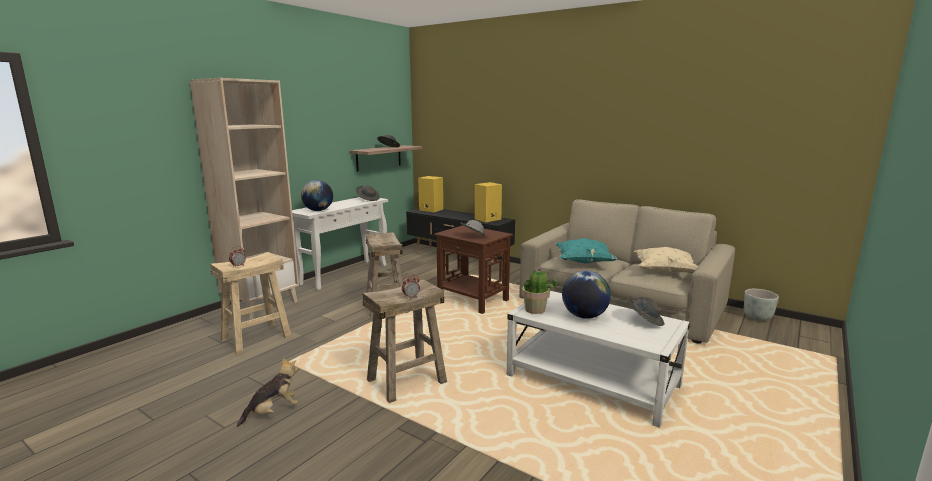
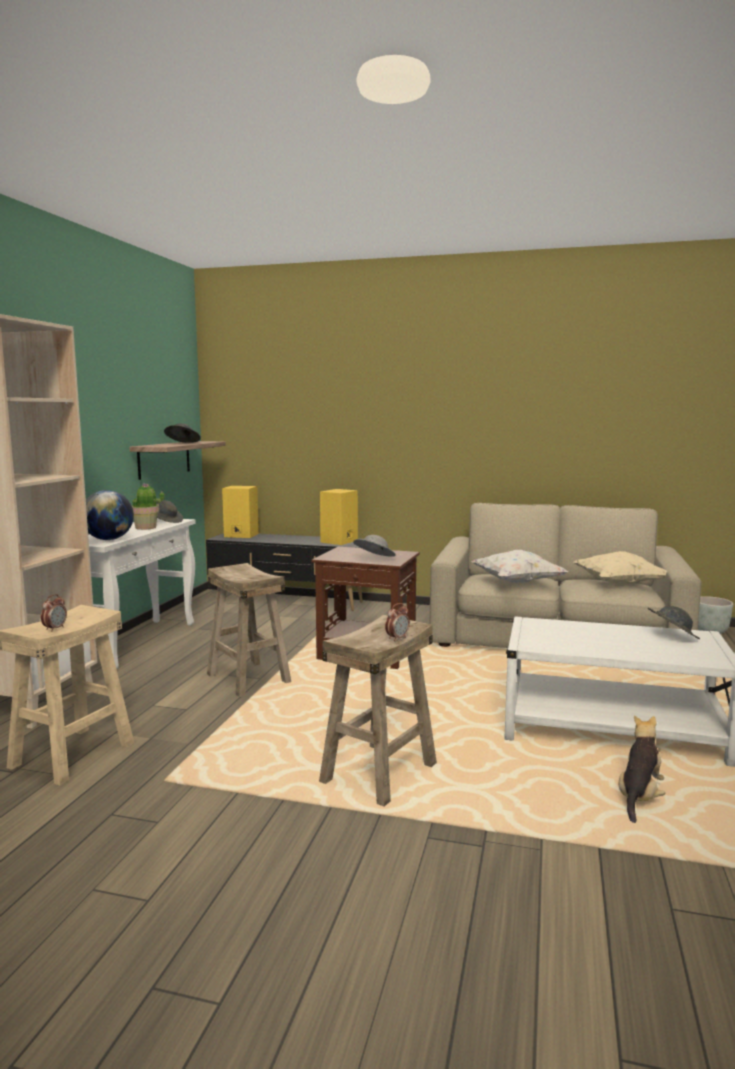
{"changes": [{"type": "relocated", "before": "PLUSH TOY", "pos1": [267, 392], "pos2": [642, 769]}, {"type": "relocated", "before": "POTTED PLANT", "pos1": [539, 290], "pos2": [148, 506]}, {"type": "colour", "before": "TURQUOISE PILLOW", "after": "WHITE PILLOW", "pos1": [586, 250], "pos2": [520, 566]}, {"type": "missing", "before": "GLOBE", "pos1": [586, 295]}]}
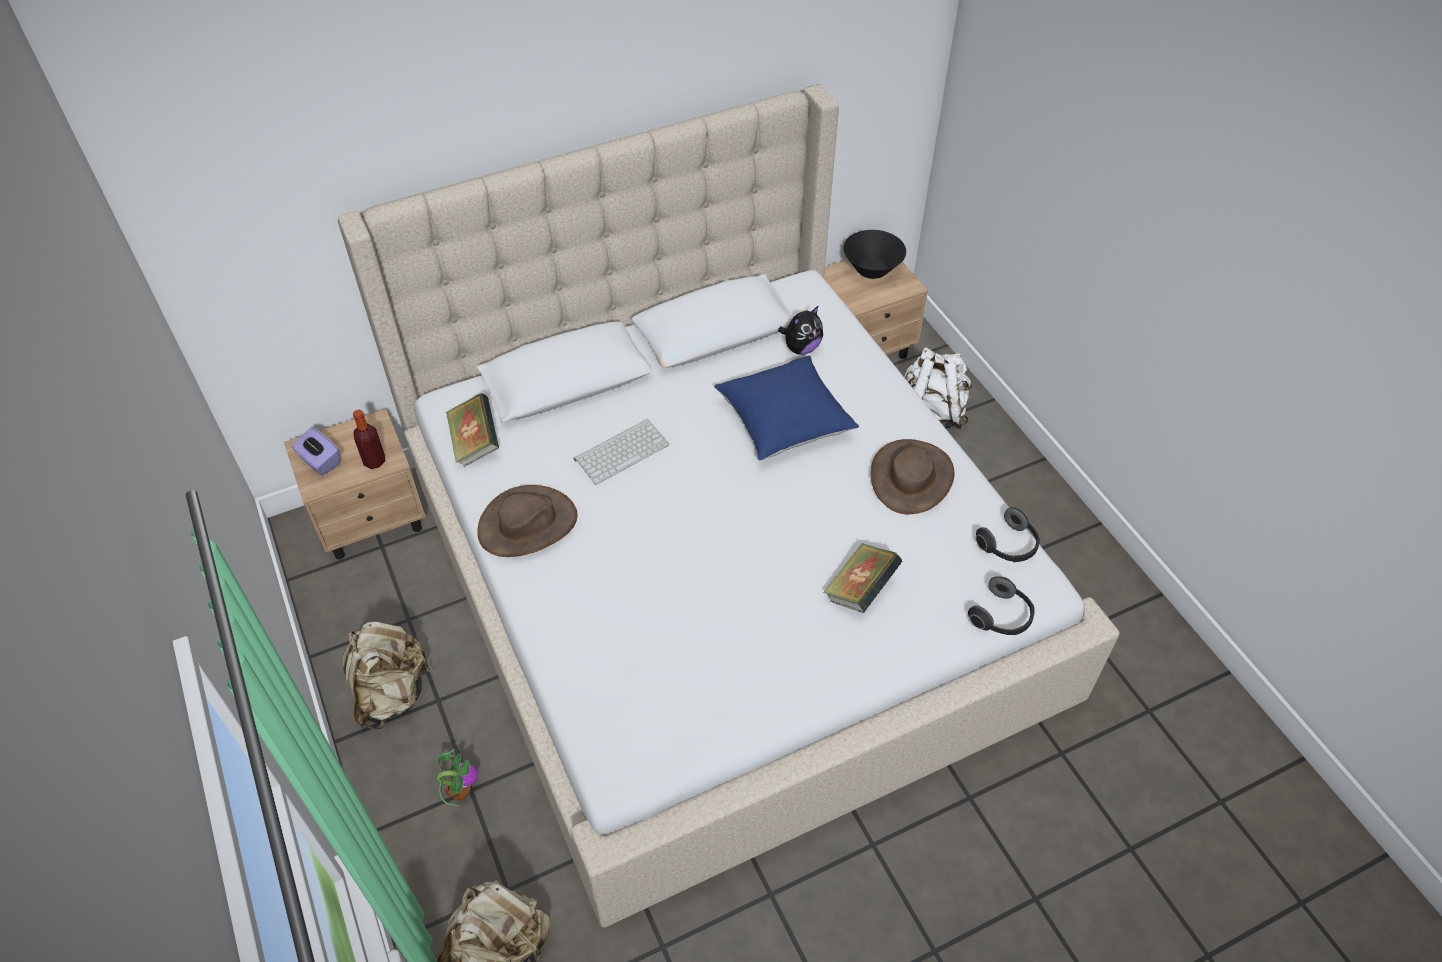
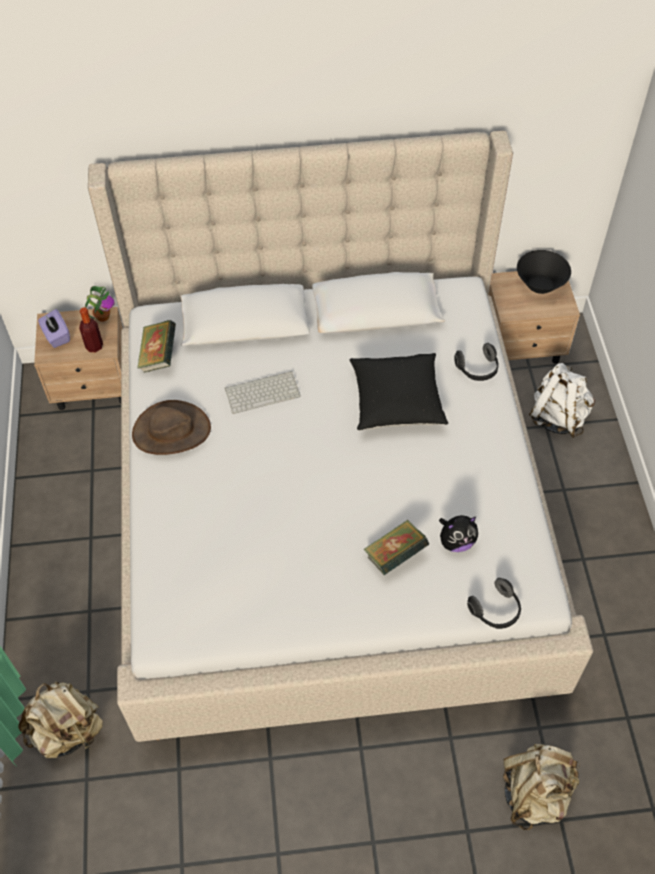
{"changes": [{"type": "relocated", "before": "BEIGE BACKPACK", "pos1": [386, 676], "pos2": [541, 787]}, {"type": "relocated", "before": "POTTED PLANT", "pos1": [457, 778], "pos2": [100, 304]}, {"type": "colour", "before": "BLUE PILLOW", "after": "BLACK PILLOW", "pos1": [786, 408], "pos2": [399, 392]}, {"type": "relocated", "before": "PLUSH TOY", "pos1": [800, 330], "pos2": [458, 533]}, {"type": "missing", "before": "BROWN HAT", "pos1": [912, 476]}, {"type": "relocated", "before": "HEADPHONES", "pos1": [1008, 534], "pos2": [476, 362]}]}
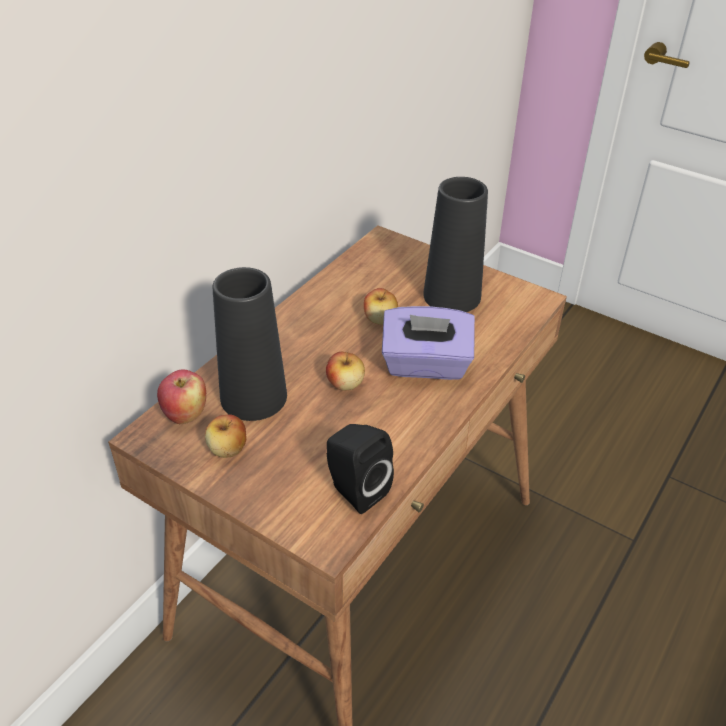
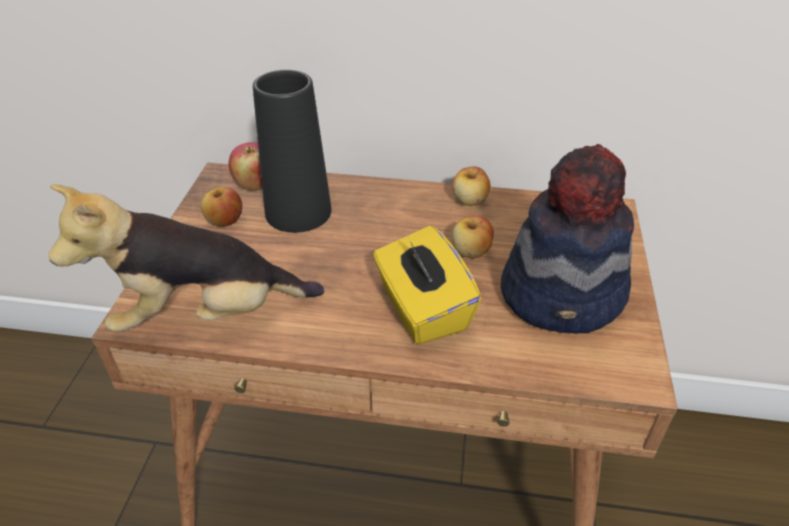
{"changes": [{"type": "relocated", "before": "APPLE", "pos1": [345, 371], "pos2": [471, 186]}, {"type": "exchanged", "before": "BLACK SPEAKER", "after": "PLUSH TOY", "pos1": [360, 469], "pos2": [186, 258]}, {"type": "colour", "before": "PURPLE TISSUE BOX", "after": "YELLOW TISSUE BOX", "pos1": [428, 343], "pos2": [427, 285]}, {"type": "exchanged", "before": "BLACK VASE", "after": "HAT", "pos1": [455, 244], "pos2": [567, 239]}]}
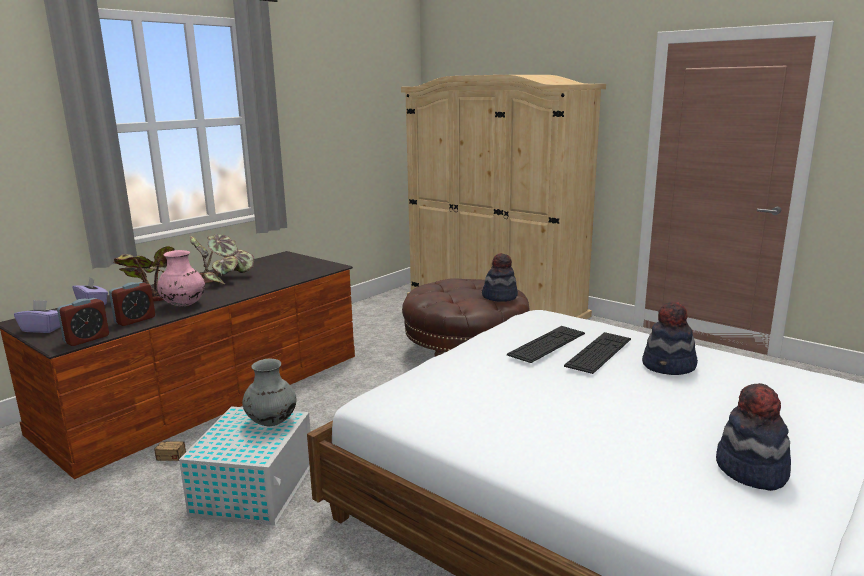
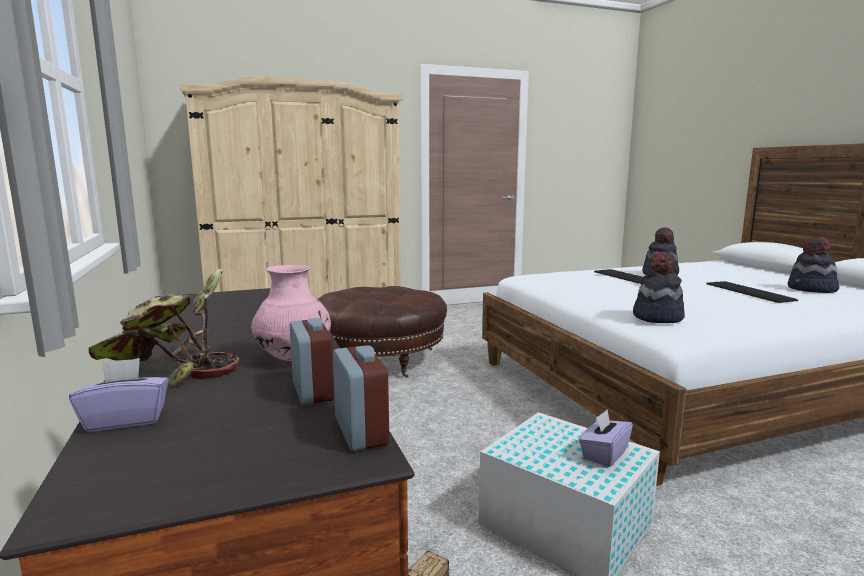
{"changes": [{"type": "relocated", "before": "PURPLE TISSUE BOX", "pos1": [37, 316], "pos2": [606, 438]}, {"type": "missing", "before": "POTTED PLANT", "pos1": [222, 259]}, {"type": "missing", "before": "GREY VASE", "pos1": [269, 392]}, {"type": "relocated", "before": "HAT", "pos1": [500, 277], "pos2": [659, 287]}, {"type": "relocated", "before": "KEYBOARD", "pos1": [546, 344], "pos2": [752, 292]}]}
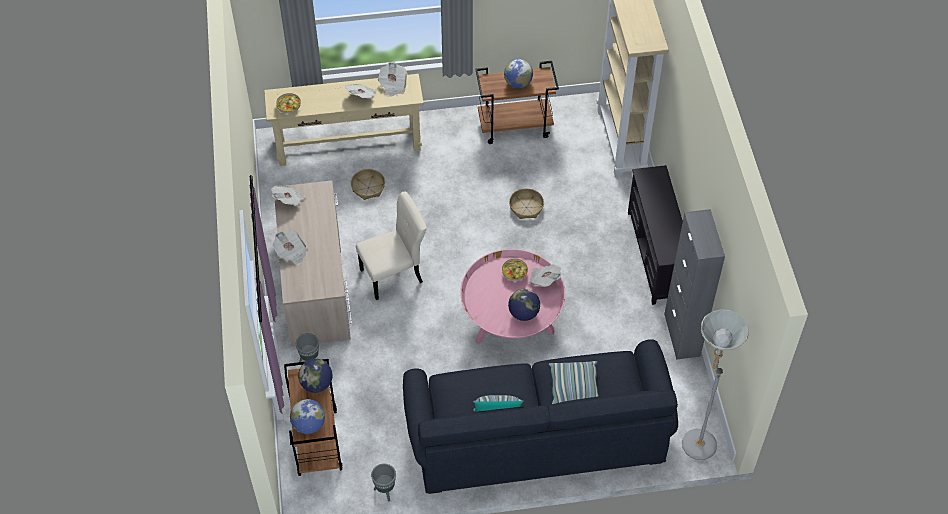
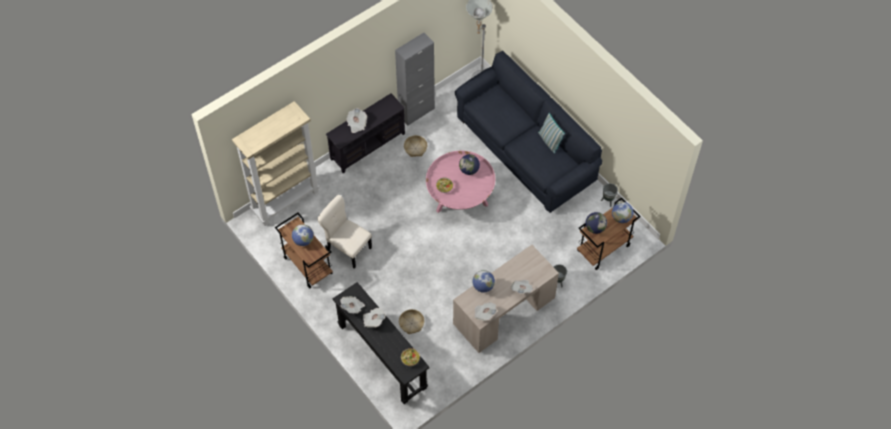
{"changes": [{"type": "colour", "before": "BEIGE CONSOLE TABLE", "after": "BLACK CONSOLE TABLE", "pos1": [344, 120], "pos2": [381, 343]}, {"type": "relocated", "before": "BEIGE CHAIR", "pos1": [391, 245], "pos2": [344, 232]}, {"type": "relocated", "before": "BASKET", "pos1": [526, 203], "pos2": [415, 146]}, {"type": "relocated", "before": "NEWSPAPER", "pos1": [545, 276], "pos2": [356, 120]}, {"type": "missing", "before": "PILLOW", "pos1": [574, 382]}, {"type": "appeared", "after": "GLOBE", "pos2": [484, 281]}]}
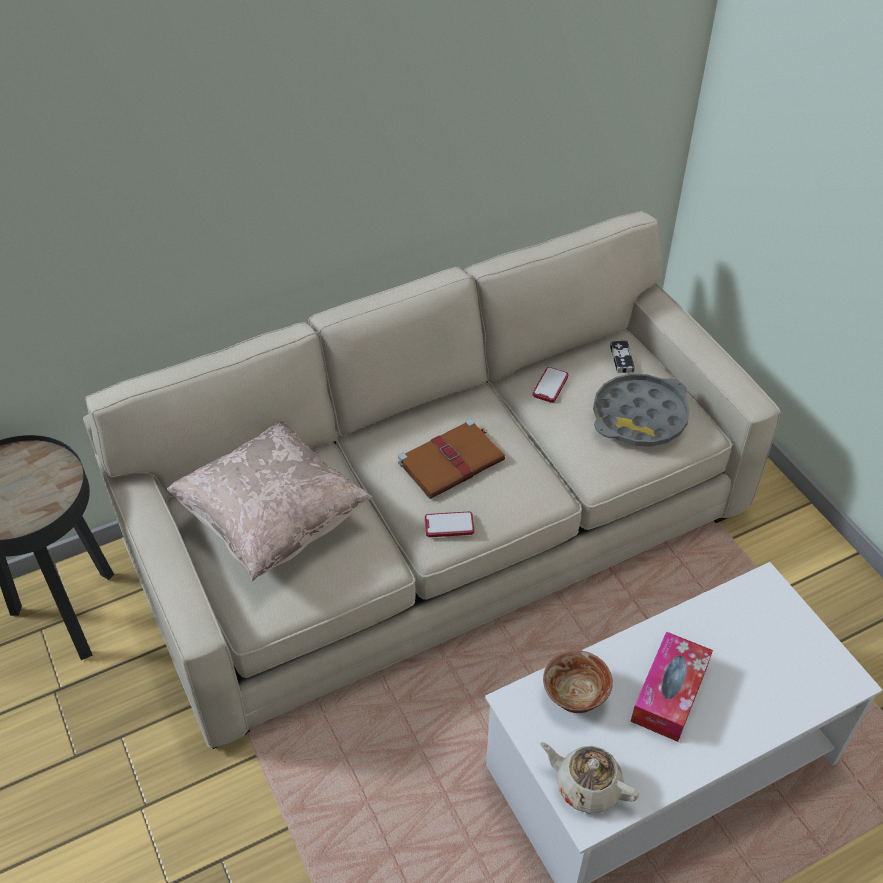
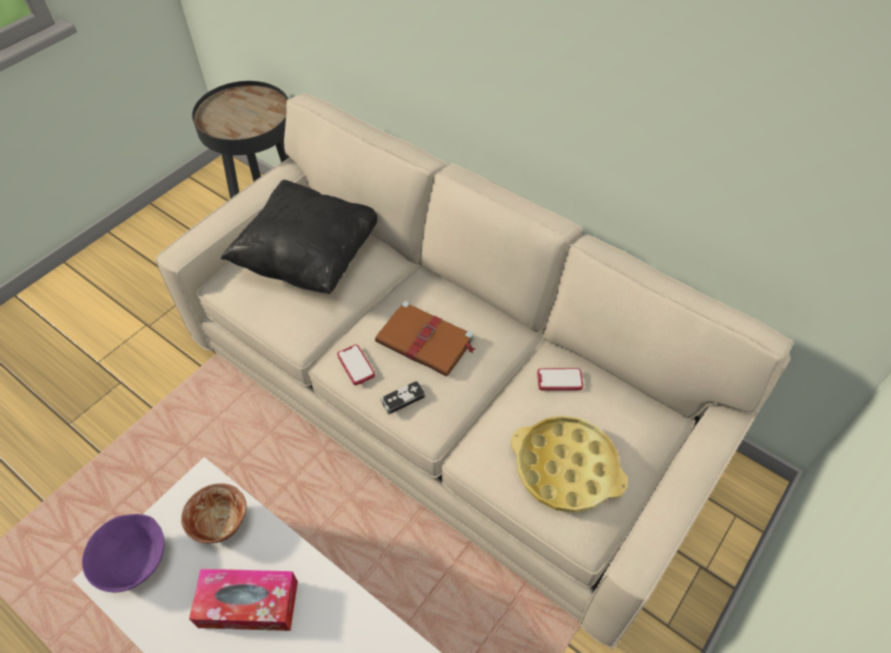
{"changes": [{"type": "colour", "before": "BEIGE PILLOW", "after": "BLACK PILLOW", "pos1": [270, 501], "pos2": [299, 237]}, {"type": "exchanged", "before": "BEIGE TEAPOT", "after": "PURPLE BOWL", "pos1": [589, 778], "pos2": [123, 553]}, {"type": "colour", "before": "GREY TRAY", "after": "YELLOW TRAY", "pos1": [641, 410], "pos2": [569, 464]}, {"type": "relocated", "before": "GAME CONTROLLER", "pos1": [622, 357], "pos2": [402, 397]}]}
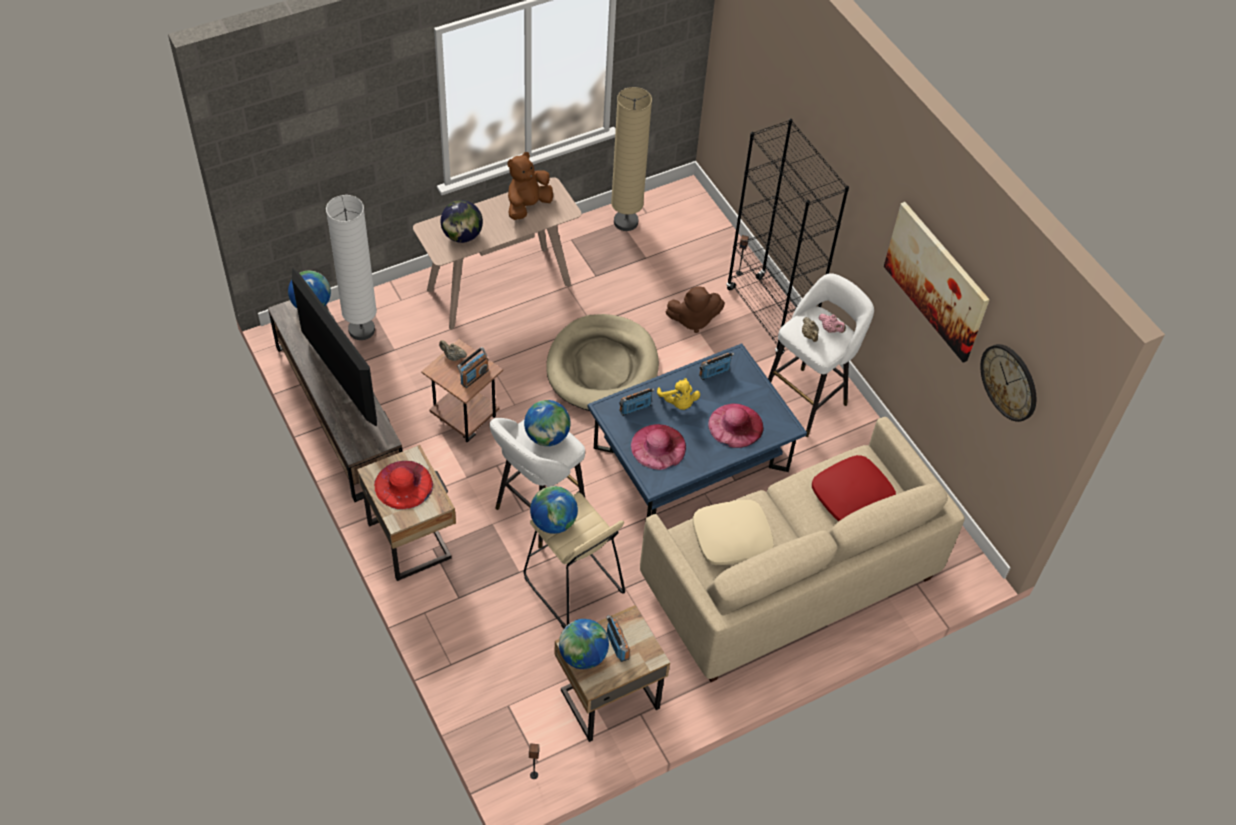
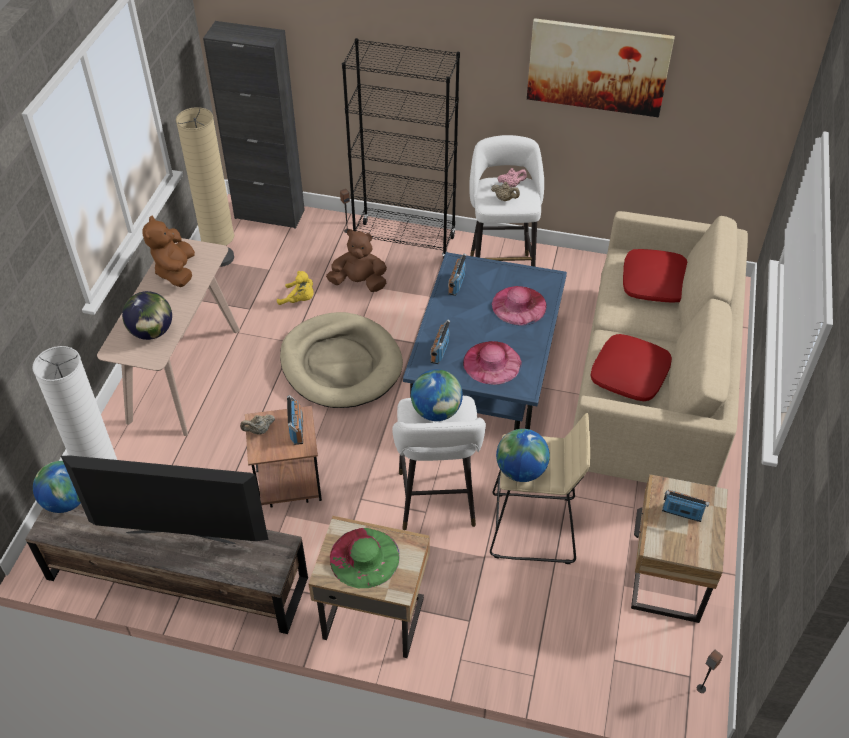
{"changes": [{"type": "colour", "before": "RED HAT", "after": "GREEN HAT", "pos1": [403, 485], "pos2": [365, 558]}, {"type": "missing", "before": "GLOBE", "pos1": [584, 644]}, {"type": "relocated", "before": "YELLOW PLUSH TOY", "pos1": [678, 394], "pos2": [295, 288]}, {"type": "spun", "before": "BROWN PLUSH TOY", "pos1": [695, 309], "pos2": [356, 260], "turn": -120}, {"type": "colour", "before": "BEIGE PILLOW", "after": "RED PILLOW", "pos1": [733, 532], "pos2": [631, 367]}, {"type": "missing", "before": "WALL CLOCK", "pos1": [1008, 383]}, {"type": "appeared", "after": "BLACK CABINET", "pos2": [254, 125]}]}
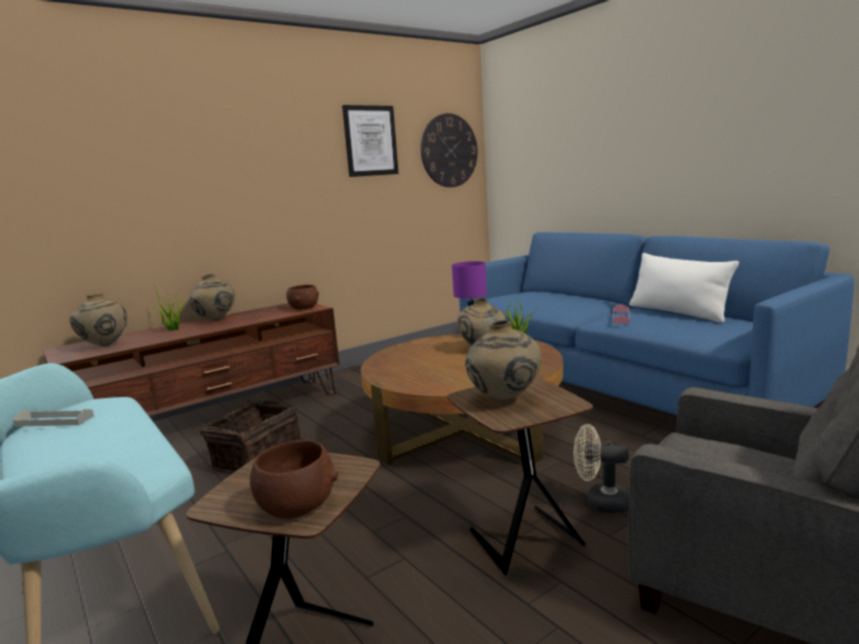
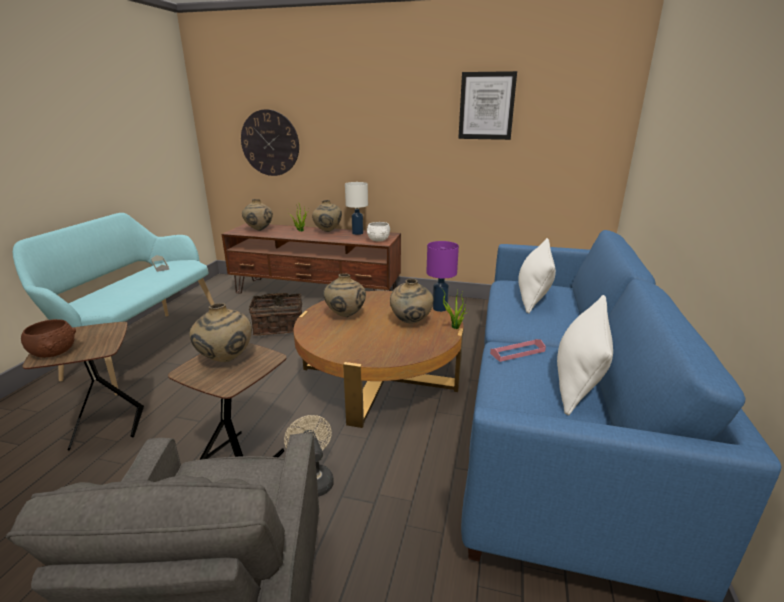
{"changes": [{"type": "colour", "before": "BROWN BOWL", "after": "WHITE BOWL", "pos1": [302, 297], "pos2": [378, 231]}, {"type": "relocated", "before": "WALL CLOCK", "pos1": [449, 150], "pos2": [270, 142]}, {"type": "appeared", "after": "BEIGE VASE", "pos2": [344, 295]}, {"type": "appeared", "after": "WHITE TABLE LAMP", "pos2": [356, 208]}, {"type": "appeared", "after": "WHITE PILLOW", "pos2": [537, 276]}]}
